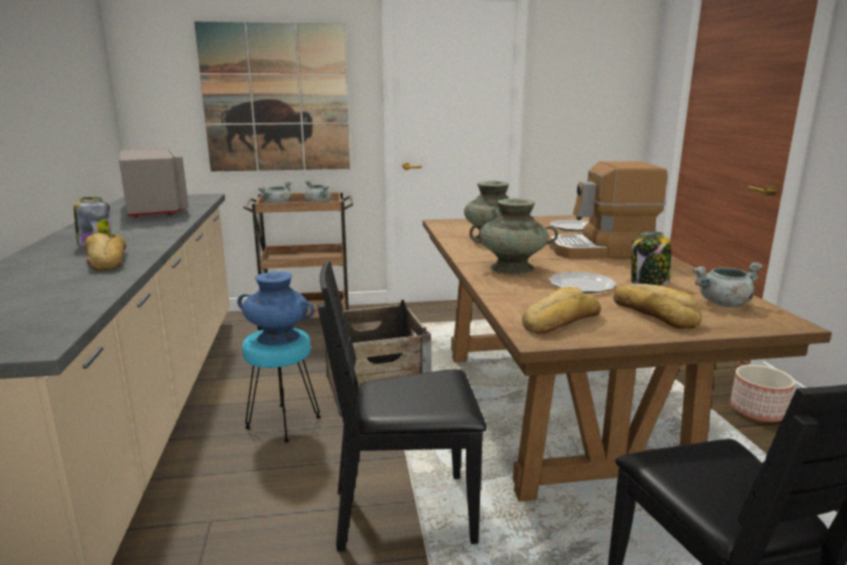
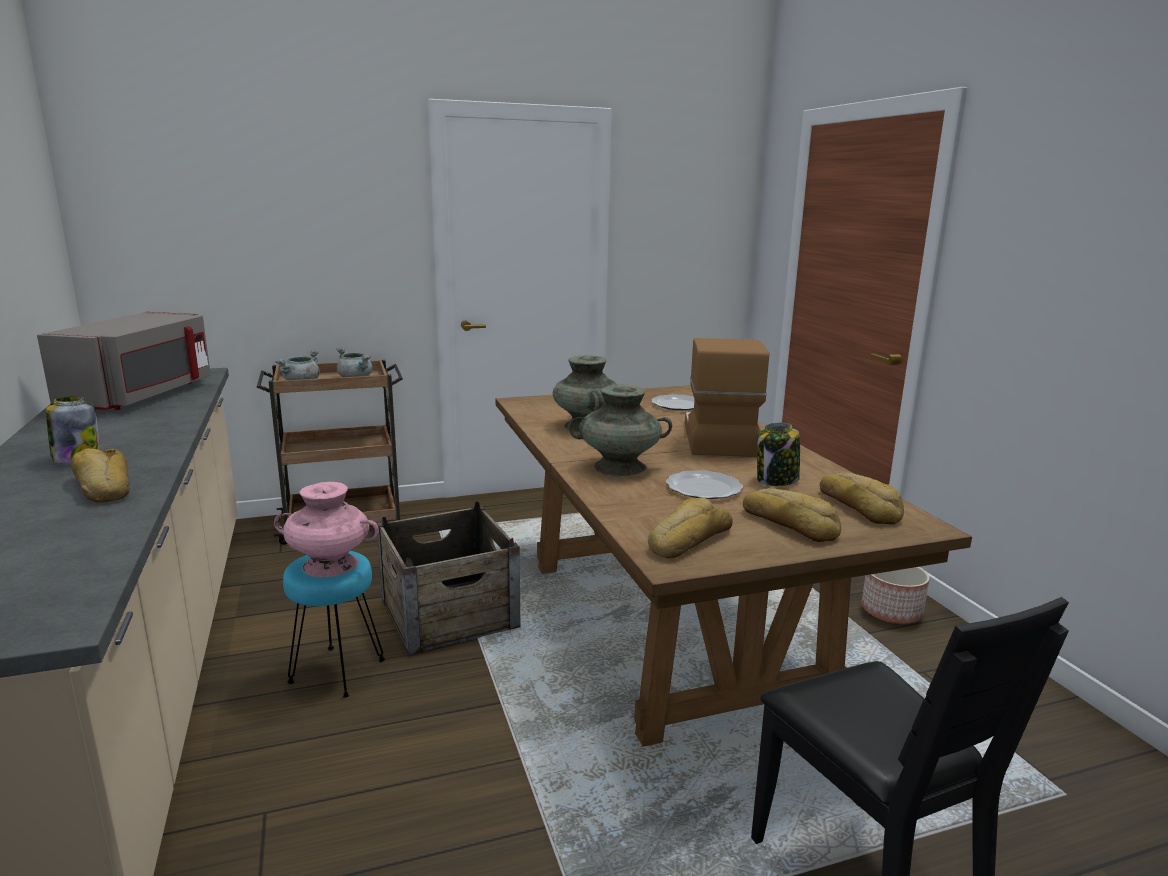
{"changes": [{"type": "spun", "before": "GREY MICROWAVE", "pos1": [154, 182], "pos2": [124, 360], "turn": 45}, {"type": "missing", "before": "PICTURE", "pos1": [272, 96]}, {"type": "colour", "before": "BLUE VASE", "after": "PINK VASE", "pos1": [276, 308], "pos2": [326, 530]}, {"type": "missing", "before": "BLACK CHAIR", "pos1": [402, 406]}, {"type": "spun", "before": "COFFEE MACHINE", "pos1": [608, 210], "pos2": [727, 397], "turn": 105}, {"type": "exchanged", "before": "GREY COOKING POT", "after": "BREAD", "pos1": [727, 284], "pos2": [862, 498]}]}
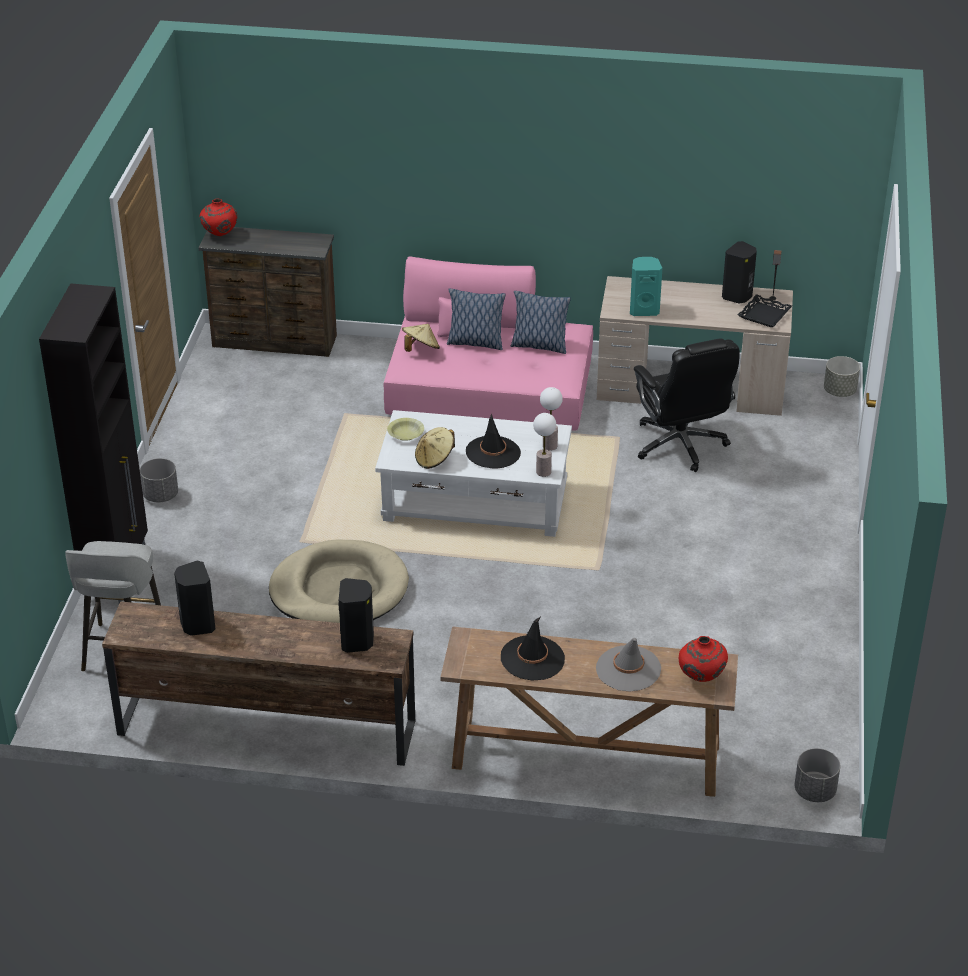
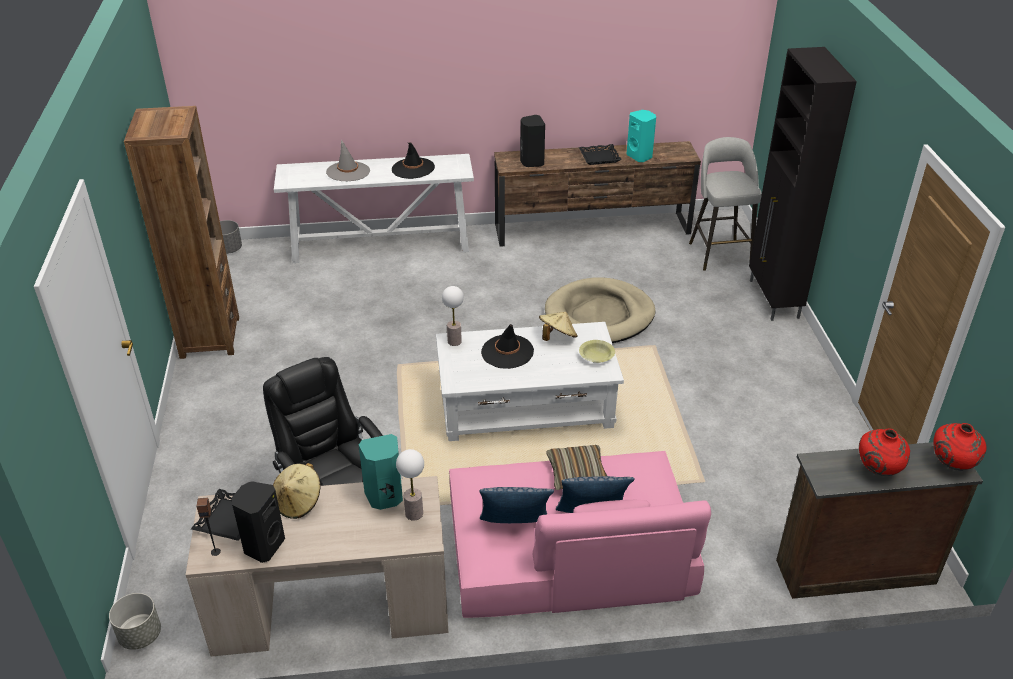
{"changes": [{"type": "missing", "before": "GREY PLANTER", "pos1": [159, 480]}, {"type": "colour", "before": "BLACK SPEAKER", "after": "TURQUOISE SPEAKER", "pos1": [195, 598], "pos2": [641, 136]}, {"type": "relocated", "before": "BEIGE HAT", "pos1": [421, 338], "pos2": [297, 491]}, {"type": "colour", "before": "BROWN CONSOLE TABLE", "after": "WHITE CONSOLE TABLE", "pos1": [589, 711], "pos2": [374, 208]}, {"type": "relocated", "before": "TABLE LAMP", "pos1": [551, 419], "pos2": [410, 485]}, {"type": "relocated", "before": "RED VASE", "pos1": [703, 659], "pos2": [884, 452]}, {"type": "appeared", "after": "BROWN BOOKCASE", "pos2": [181, 232]}, {"type": "appeared", "after": "PILLOW", "pos2": [576, 467]}, {"type": "appeared", "after": "BLACK TRAY", "pos2": [600, 154]}]}
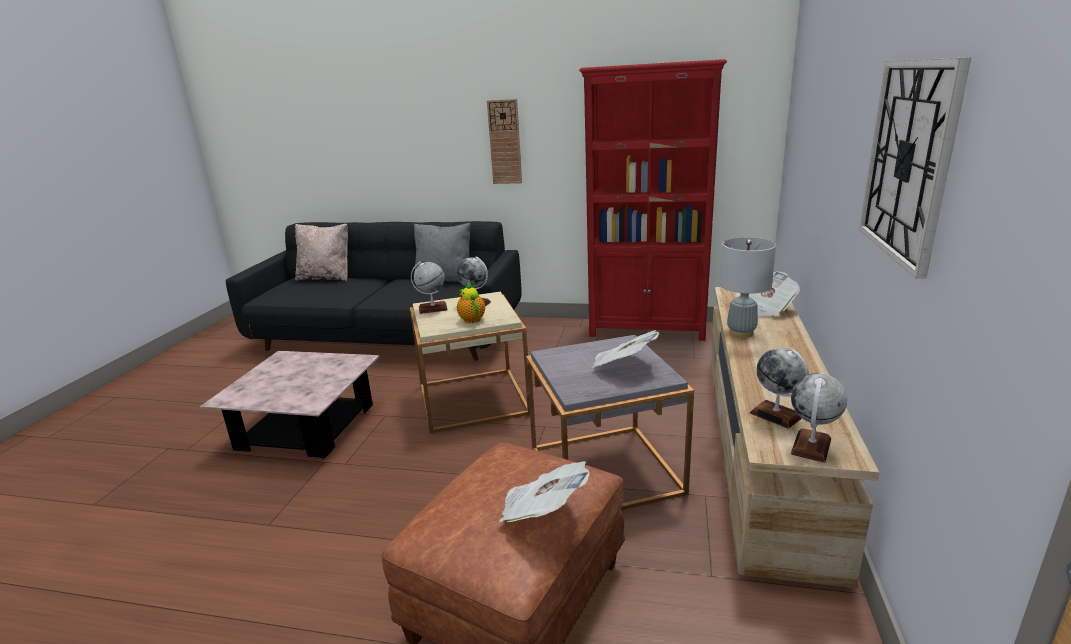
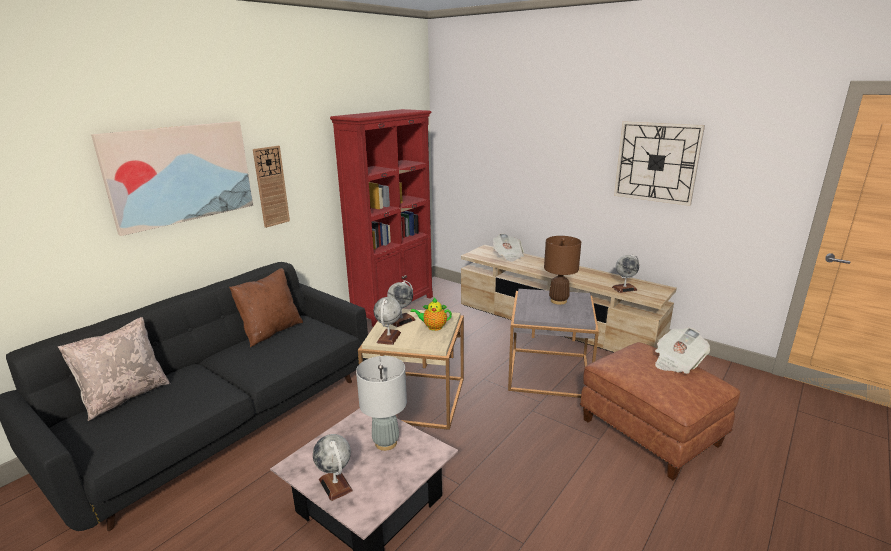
{"changes": [{"type": "colour", "before": "GREY PILLOW", "after": "BROWN PILLOW", "pos1": [442, 253], "pos2": [266, 307]}, {"type": "exchanged", "before": "NEWSPAPER", "after": "BROWN TABLE LAMP", "pos1": [625, 349], "pos2": [562, 270]}, {"type": "relocated", "before": "GREY TABLE LAMP", "pos1": [748, 288], "pos2": [381, 403]}, {"type": "relocated", "before": "GLOBE", "pos1": [819, 418], "pos2": [333, 467]}, {"type": "appeared", "after": "PICTURE", "pos2": [172, 178]}]}
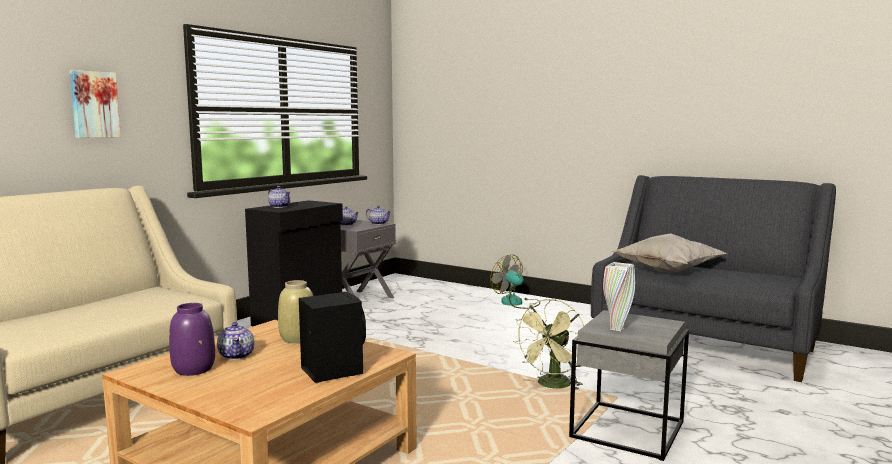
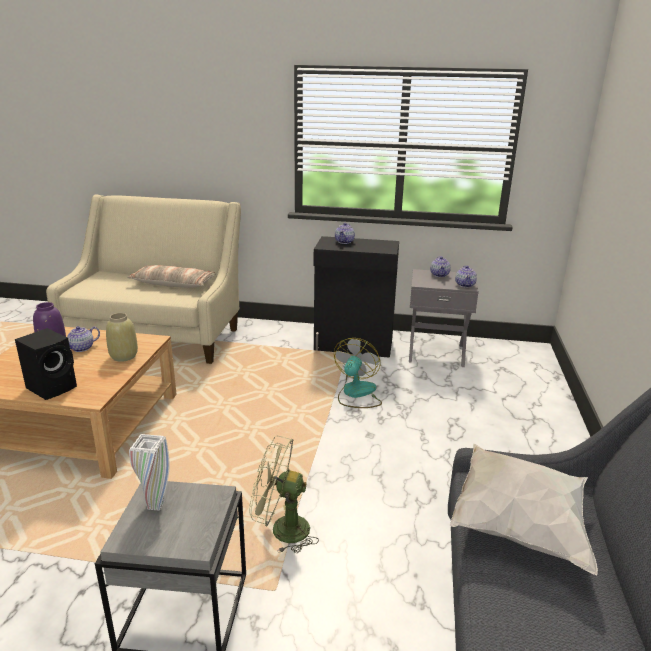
{"changes": [{"type": "missing", "before": "PICTURE", "pos1": [95, 104]}, {"type": "relocated", "before": "FAN", "pos1": [515, 281], "pos2": [358, 373]}, {"type": "appeared", "after": "PILLOW", "pos2": [171, 276]}]}
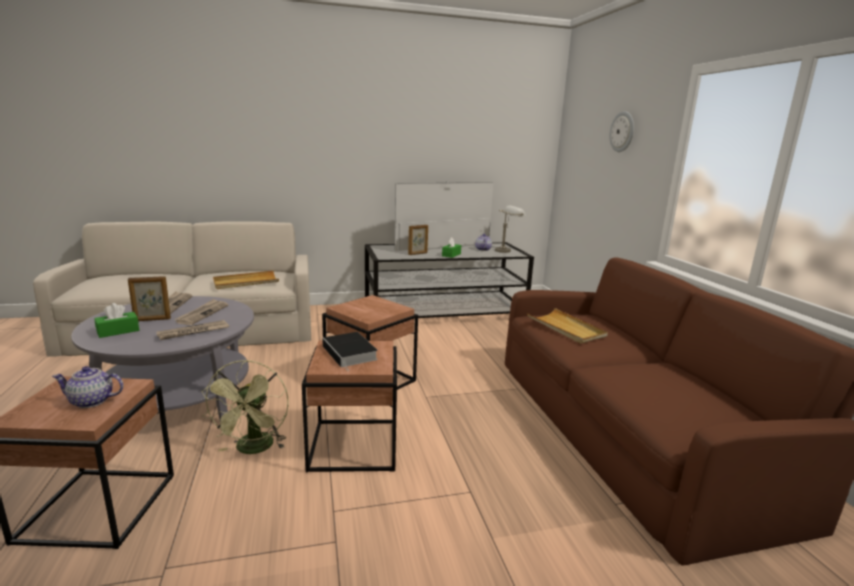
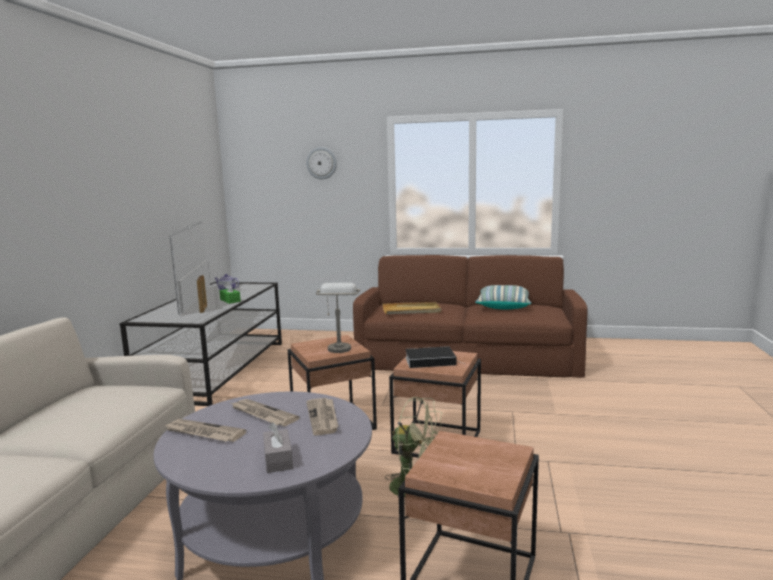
{"changes": [{"type": "missing", "before": "TEAPOT", "pos1": [88, 387]}, {"type": "colour", "before": "GREEN TISSUE BOX", "after": "GREY TISSUE BOX", "pos1": [116, 320], "pos2": [278, 447]}, {"type": "missing", "before": "PICTURE FRAME", "pos1": [149, 298]}, {"type": "missing", "before": "BEIGE TRAY", "pos1": [246, 280]}, {"type": "relocated", "before": "GREY TABLE LAMP", "pos1": [510, 229], "pos2": [338, 318]}, {"type": "appeared", "after": "PILLOW", "pos2": [503, 297]}]}
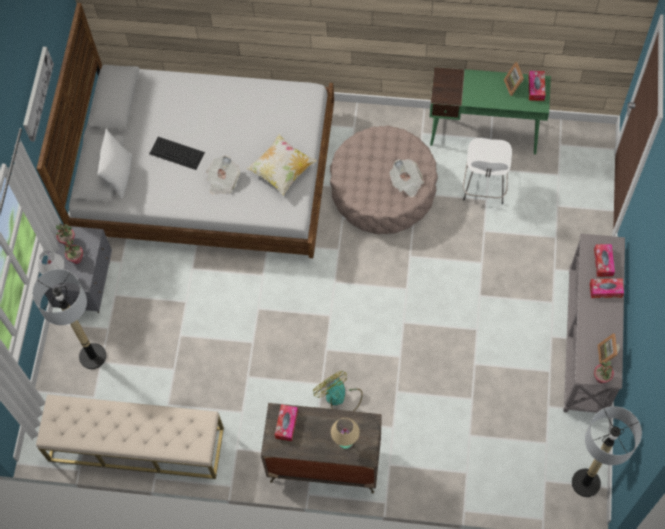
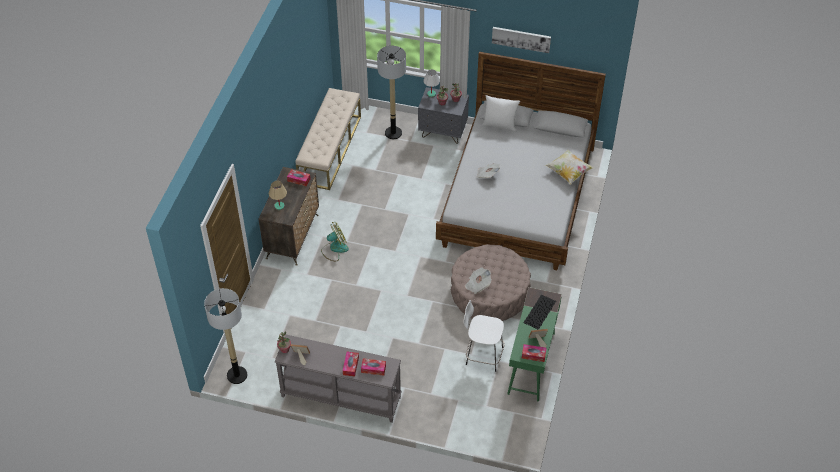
{"changes": [{"type": "relocated", "before": "KEYBOARD", "pos1": [177, 153], "pos2": [539, 312]}, {"type": "relocated", "before": "PILLOW", "pos1": [281, 165], "pos2": [569, 167]}]}
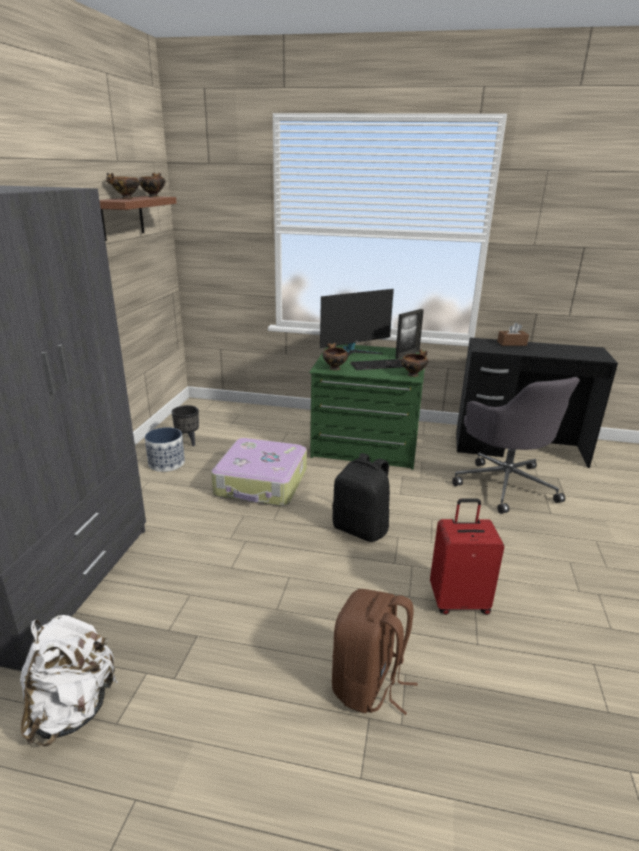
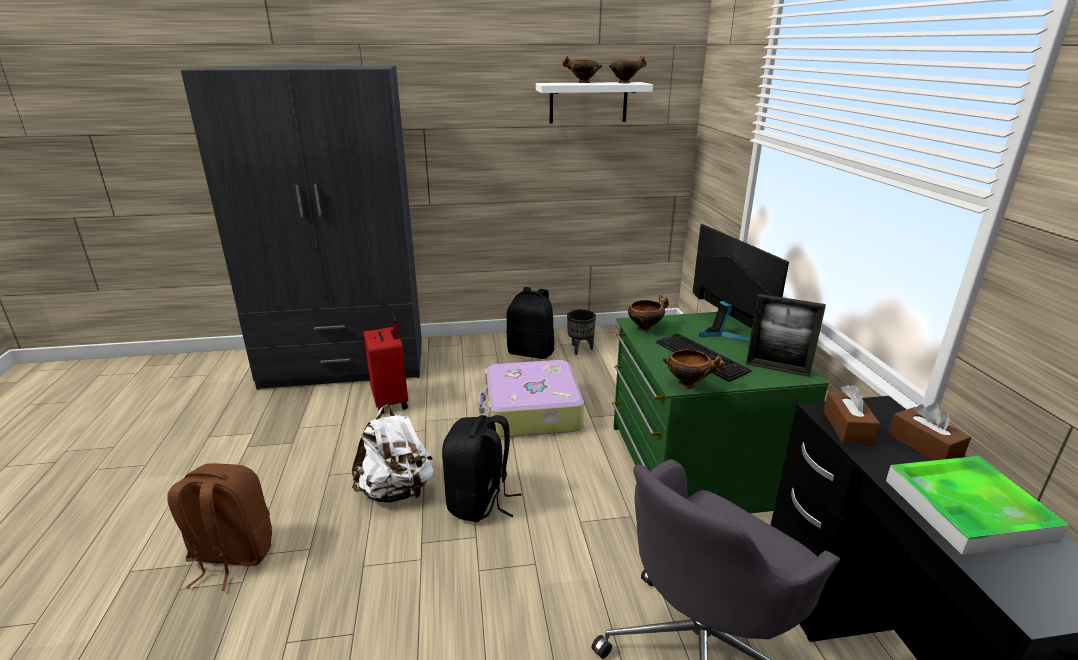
{"changes": [{"type": "relocated", "before": "WHITE BACKPACK", "pos1": [69, 680], "pos2": [393, 454]}, {"type": "colour", "before": "BROWN SHELF", "after": "WHITE SHELF", "pos1": [138, 218], "pos2": [594, 102]}, {"type": "exchanged", "before": "PLANTER", "after": "BLACK BACKPACK", "pos1": [165, 449], "pos2": [530, 323]}, {"type": "spun", "before": "MONITOR", "pos1": [357, 322], "pos2": [741, 282], "turn": -150}, {"type": "relocated", "before": "RED SUITCASE", "pos1": [467, 556], "pos2": [385, 363]}, {"type": "appeared", "after": "BROWN TISSUE BOX", "pos2": [851, 415]}, {"type": "appeared", "after": "TRAY", "pos2": [977, 505]}]}
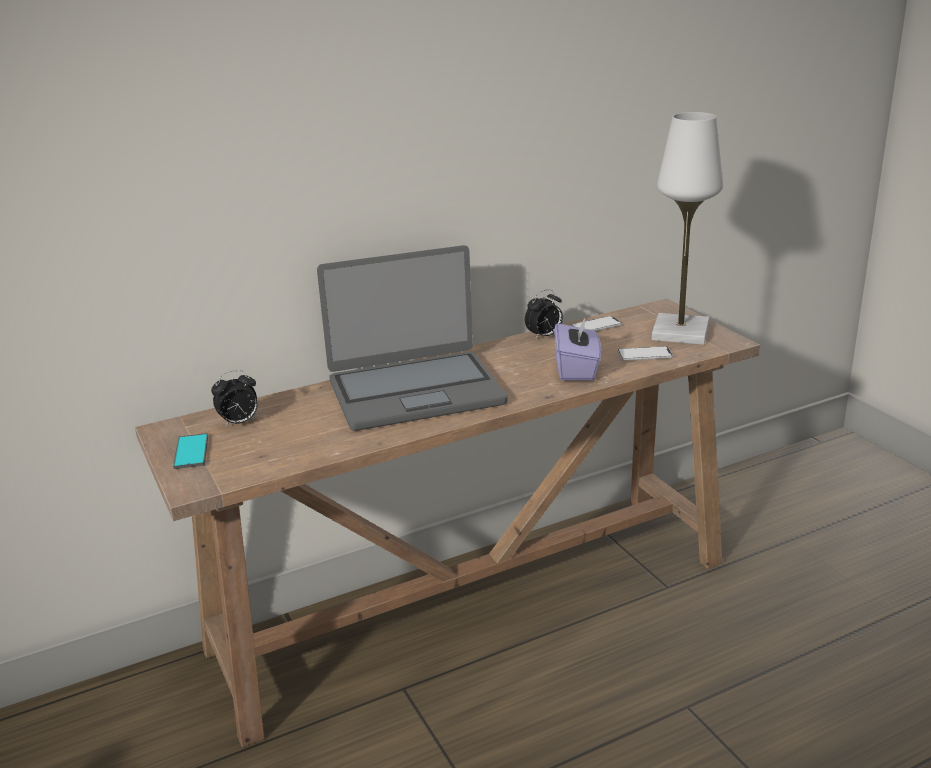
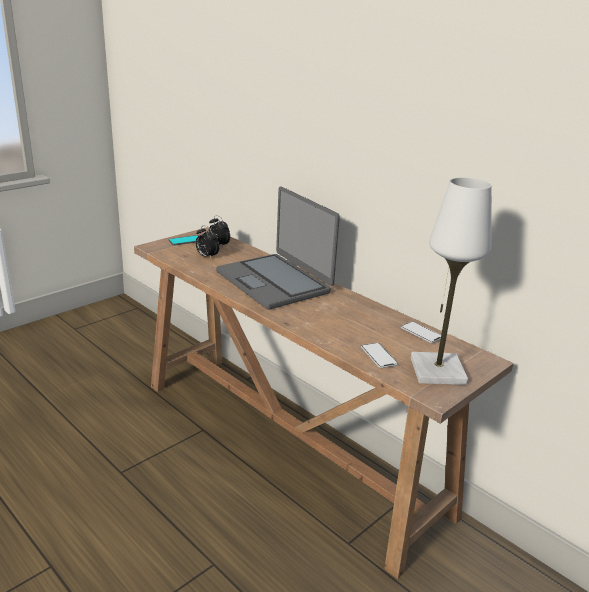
{"changes": [{"type": "relocated", "before": "ALARM CLOCK", "pos1": [544, 314], "pos2": [207, 242]}, {"type": "missing", "before": "PURPLE TISSUE BOX", "pos1": [577, 349]}]}
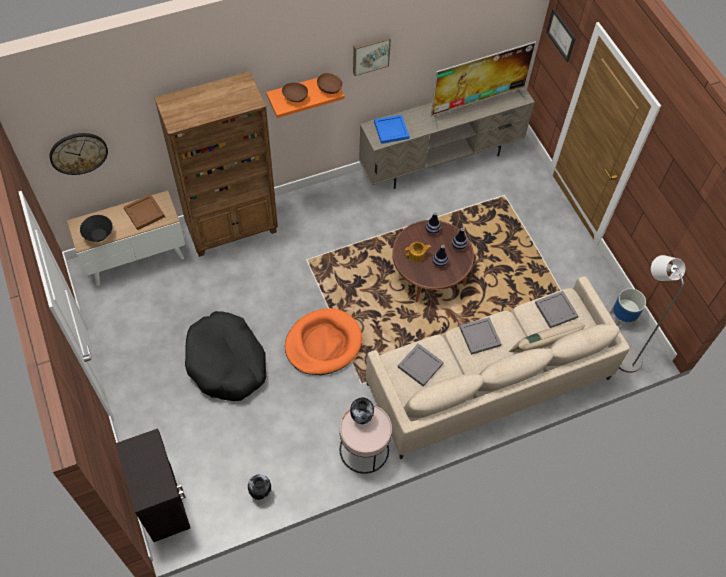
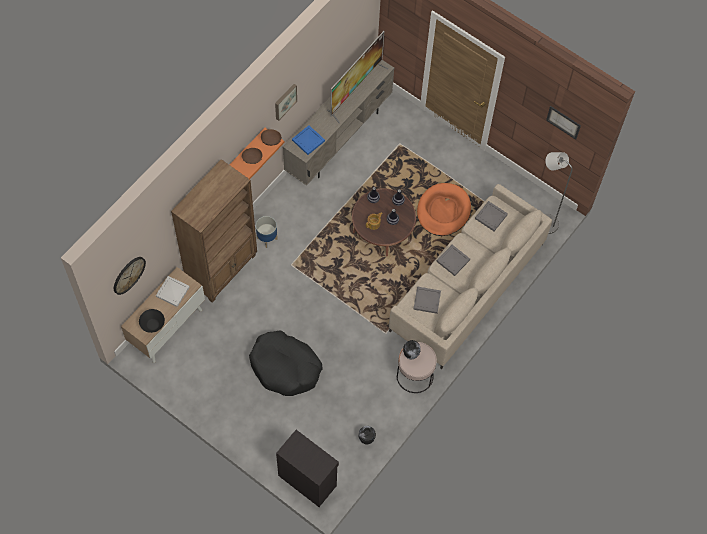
{"changes": [{"type": "colour", "before": "BROWN TRAY", "after": "WHITE TRAY", "pos1": [144, 212], "pos2": [173, 291]}, {"type": "relocated", "before": "ORANGE DOG BED", "pos1": [323, 341], "pos2": [444, 209]}, {"type": "missing", "before": "BEIGE PILLOW", "pos1": [547, 338]}, {"type": "relocated", "before": "PICTURE", "pos1": [560, 35], "pos2": [563, 123]}, {"type": "relocated", "before": "PLANTER", "pos1": [628, 307], "pos2": [267, 232]}]}
